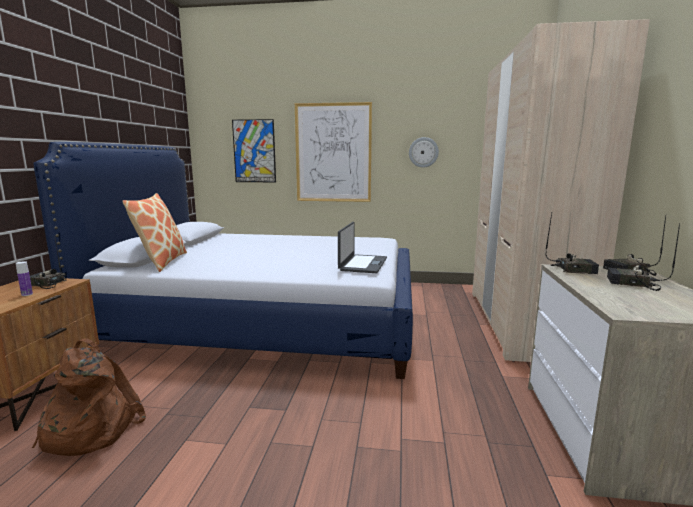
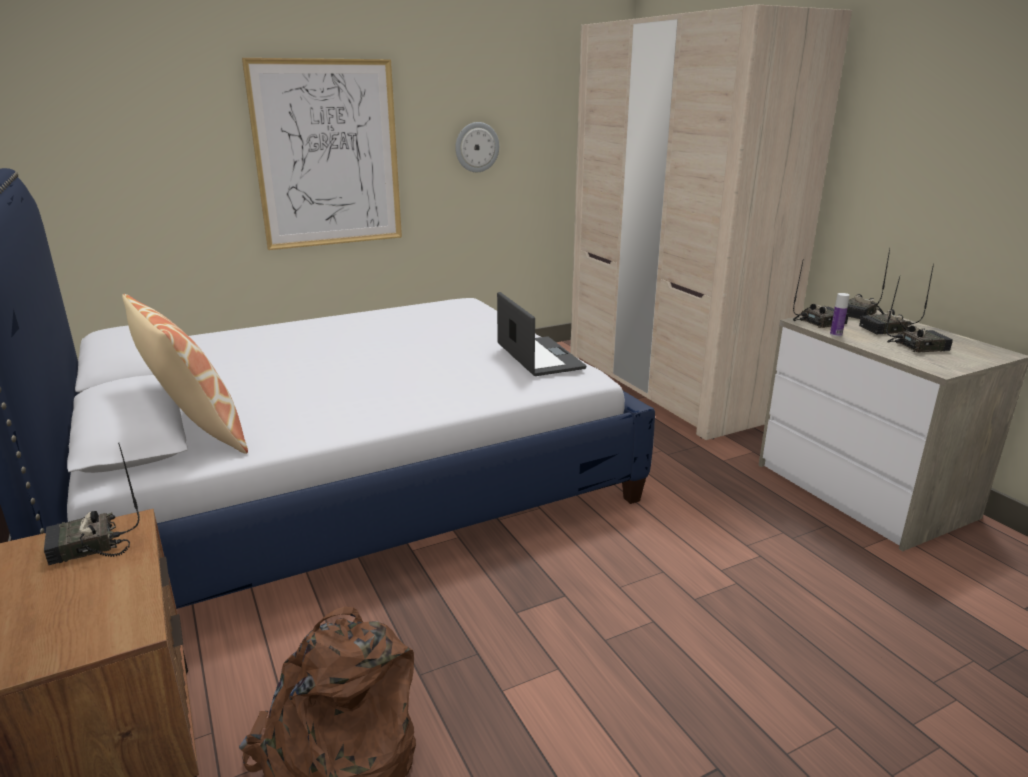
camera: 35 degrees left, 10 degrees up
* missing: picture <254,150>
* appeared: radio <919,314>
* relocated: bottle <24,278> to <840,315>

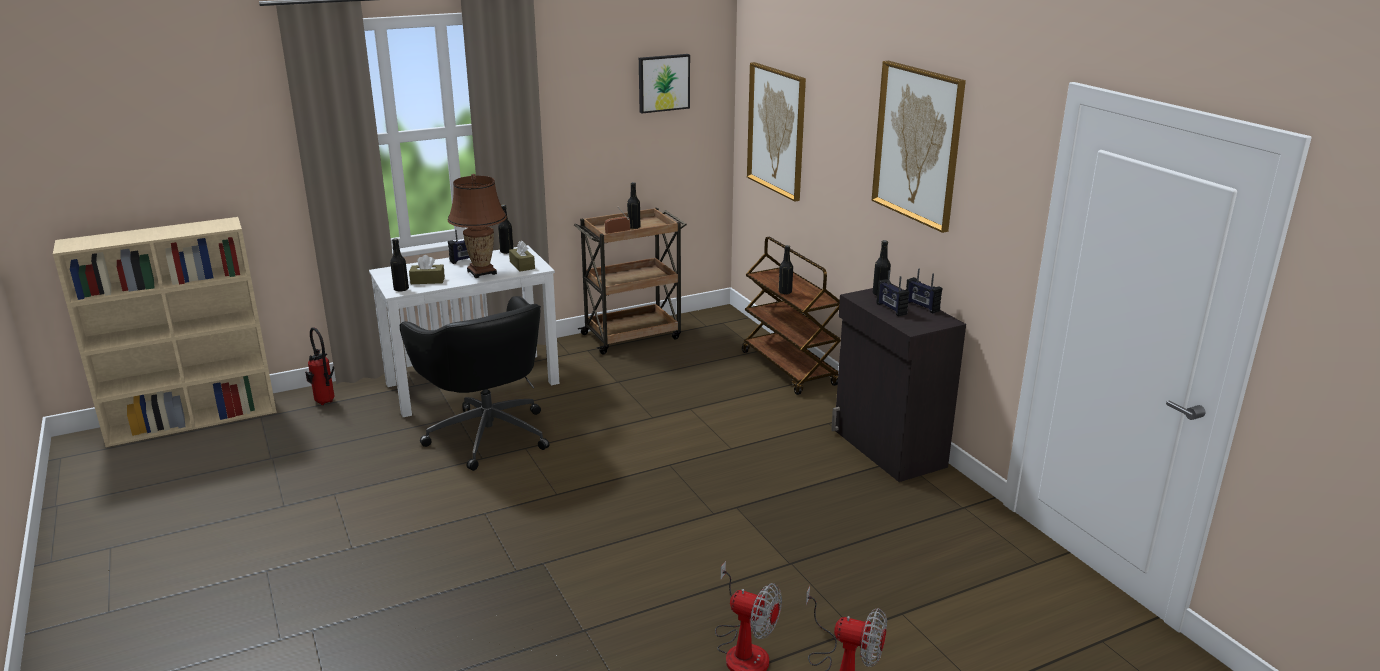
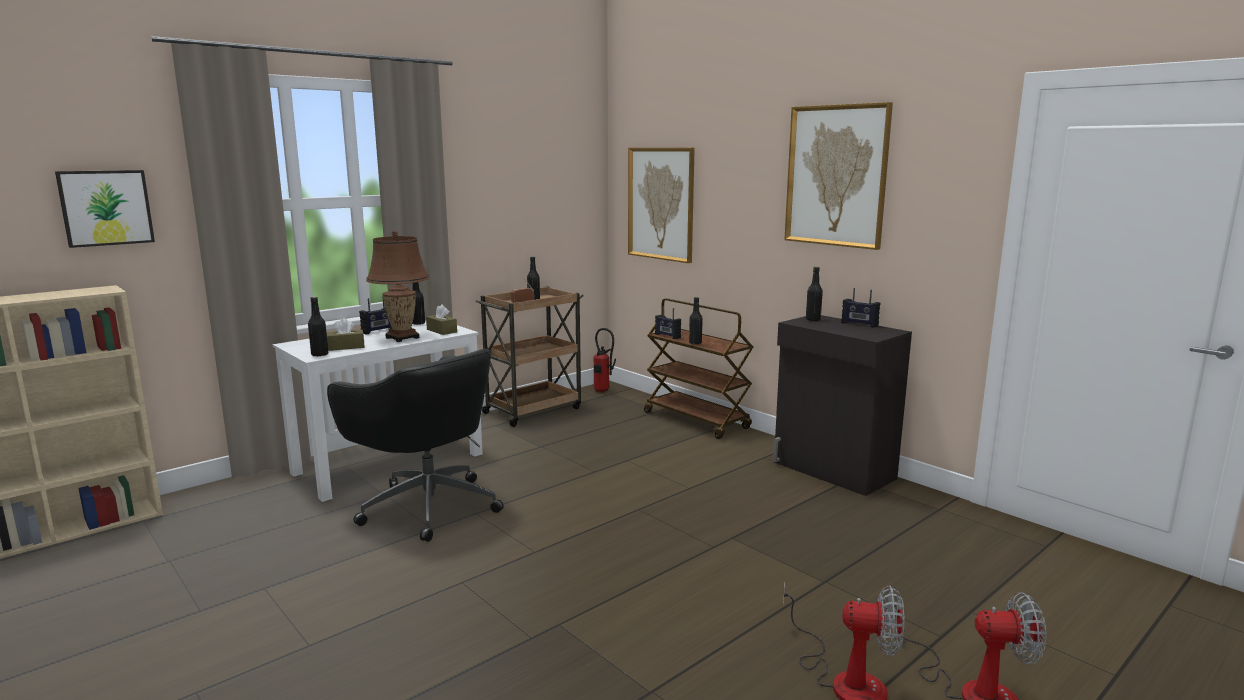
camera: 15 degrees left, 10 degrees down
* relocated: fire extinguisher <320,366> to <604,360>
* relocated: picture <664,83> to <105,209>
* relocated: radio <893,293> to <668,322>

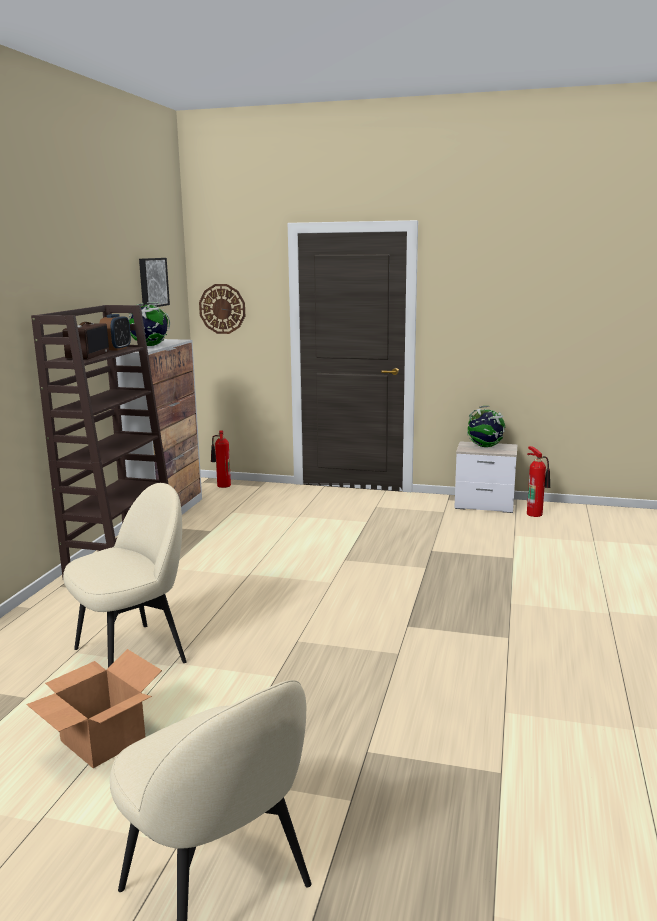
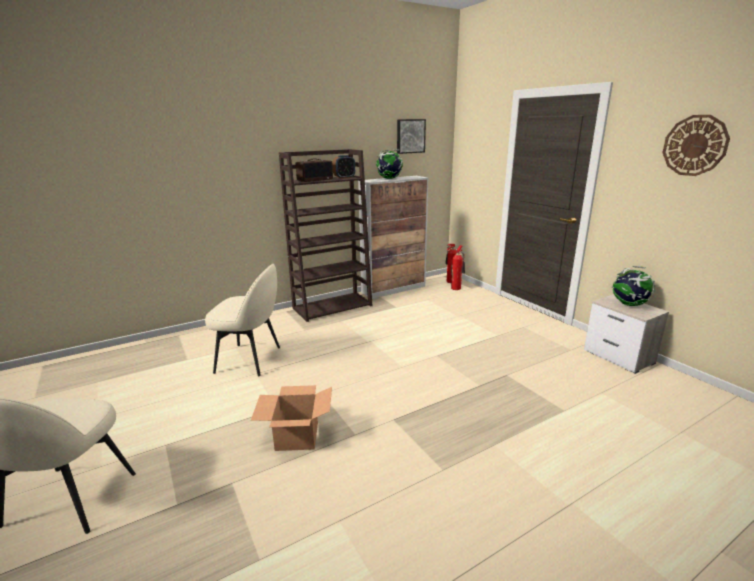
camera: 45 degrees right, 5 degrees up
* relocated: cardboard box <94,708> to <291,418>
* relocated: wall clock <222,309> to <696,145>
* relocated: fire extinguisher <538,481> to <458,267>

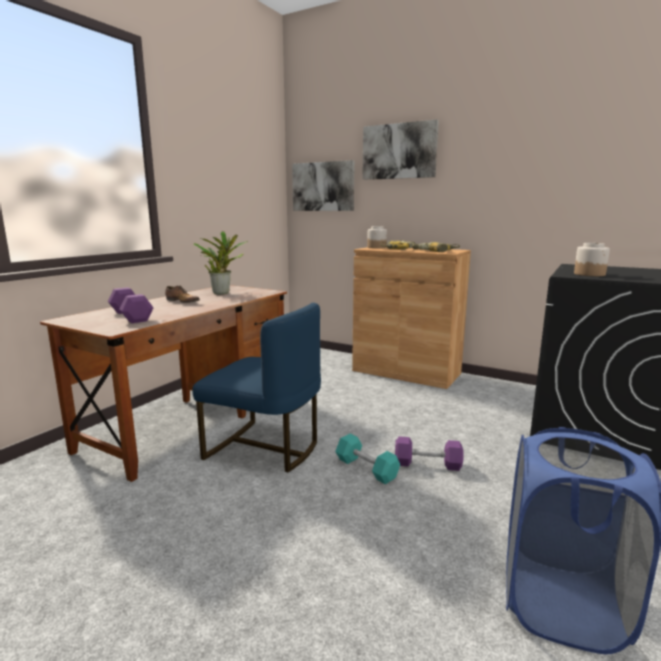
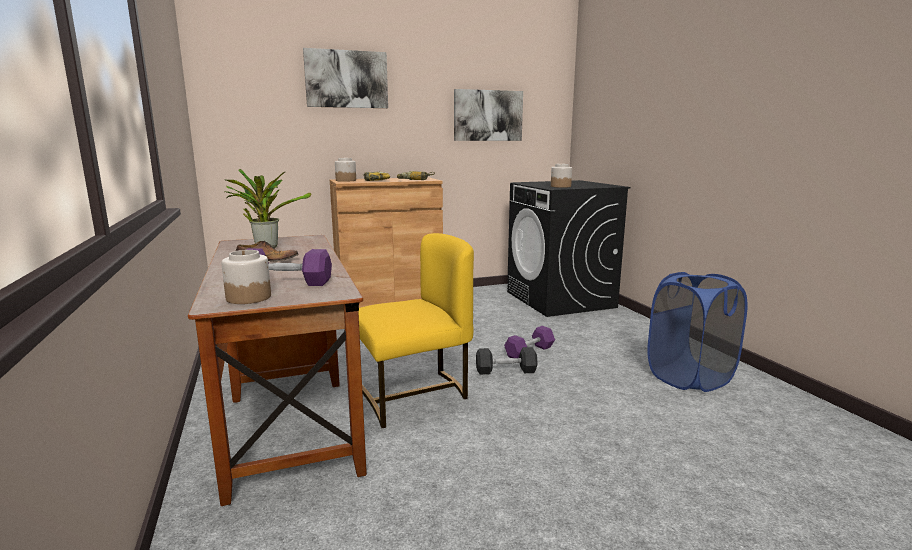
camera: 50 degrees left, 0 degrees up
* appeared: jar <246,277>
* relocated: picture <323,185> to <488,115>
* colour: blue chair <257,387> to yellow chair <416,330>
* colour: turquoise dumbbell <367,459> to grey dumbbell <507,361>

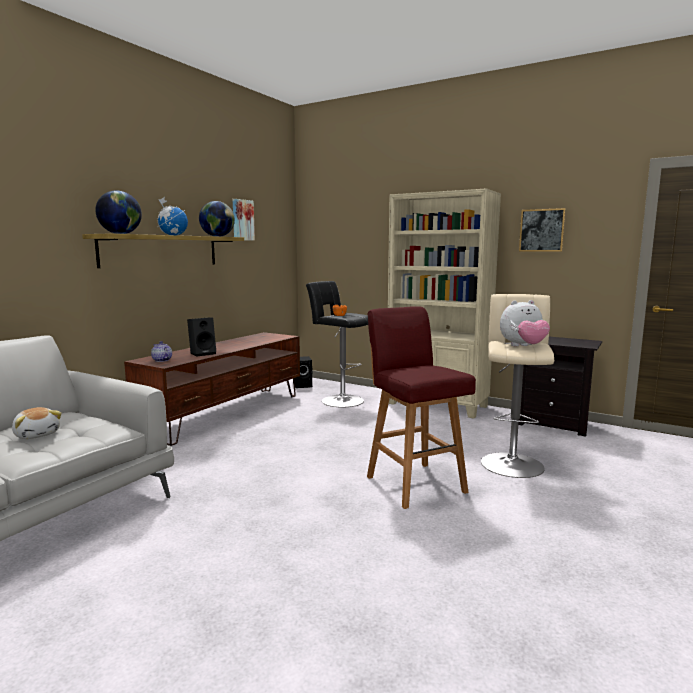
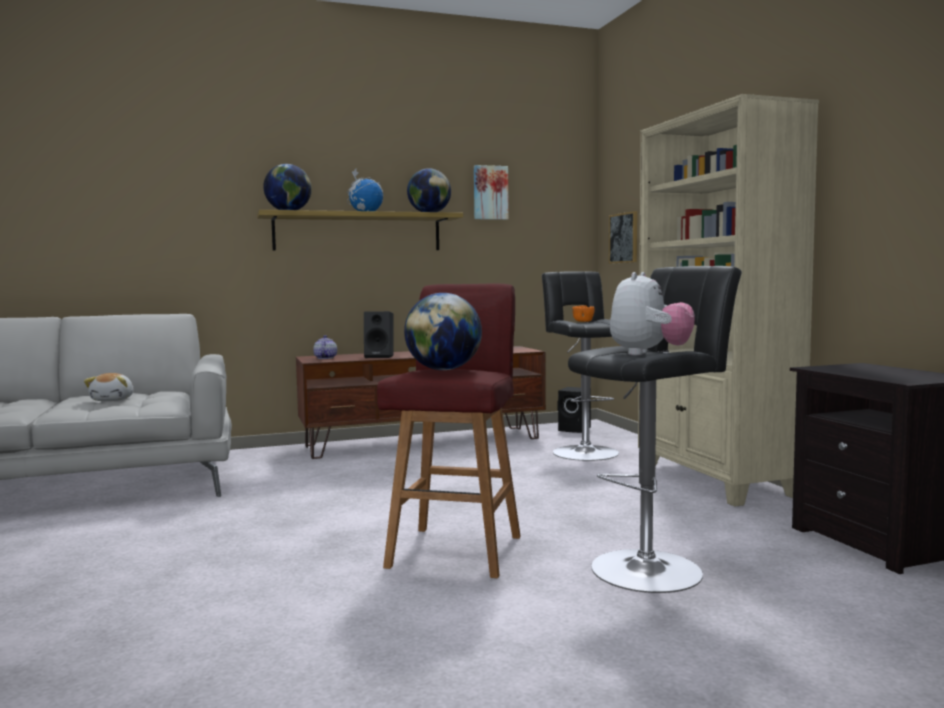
camera: 40 degrees right, 5 degrees down
* appeared: globe <443,331>
* relocated: picture <542,230> to <623,237>
* colour: beige stool <517,386> to black stool <655,429>
* spun: plush toy <525,323> = <652,313> 90 degrees counterclockwise

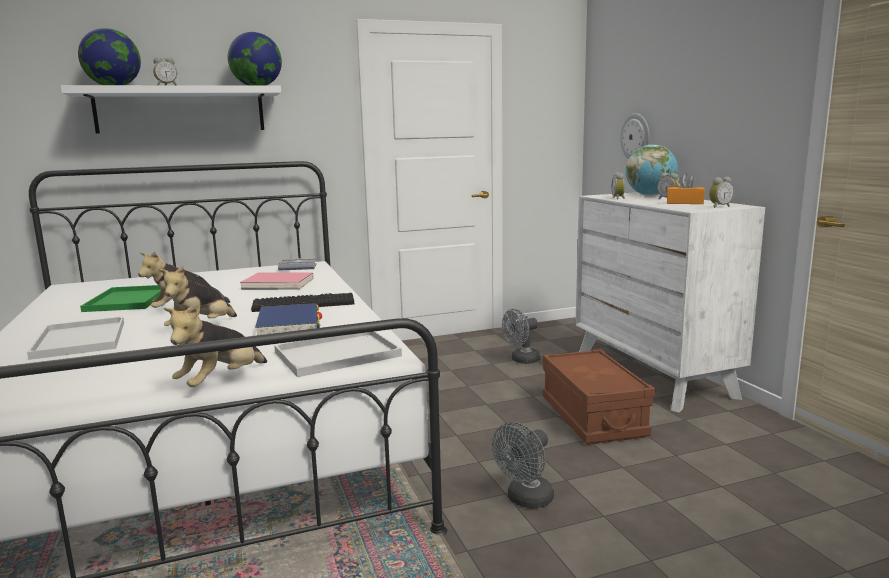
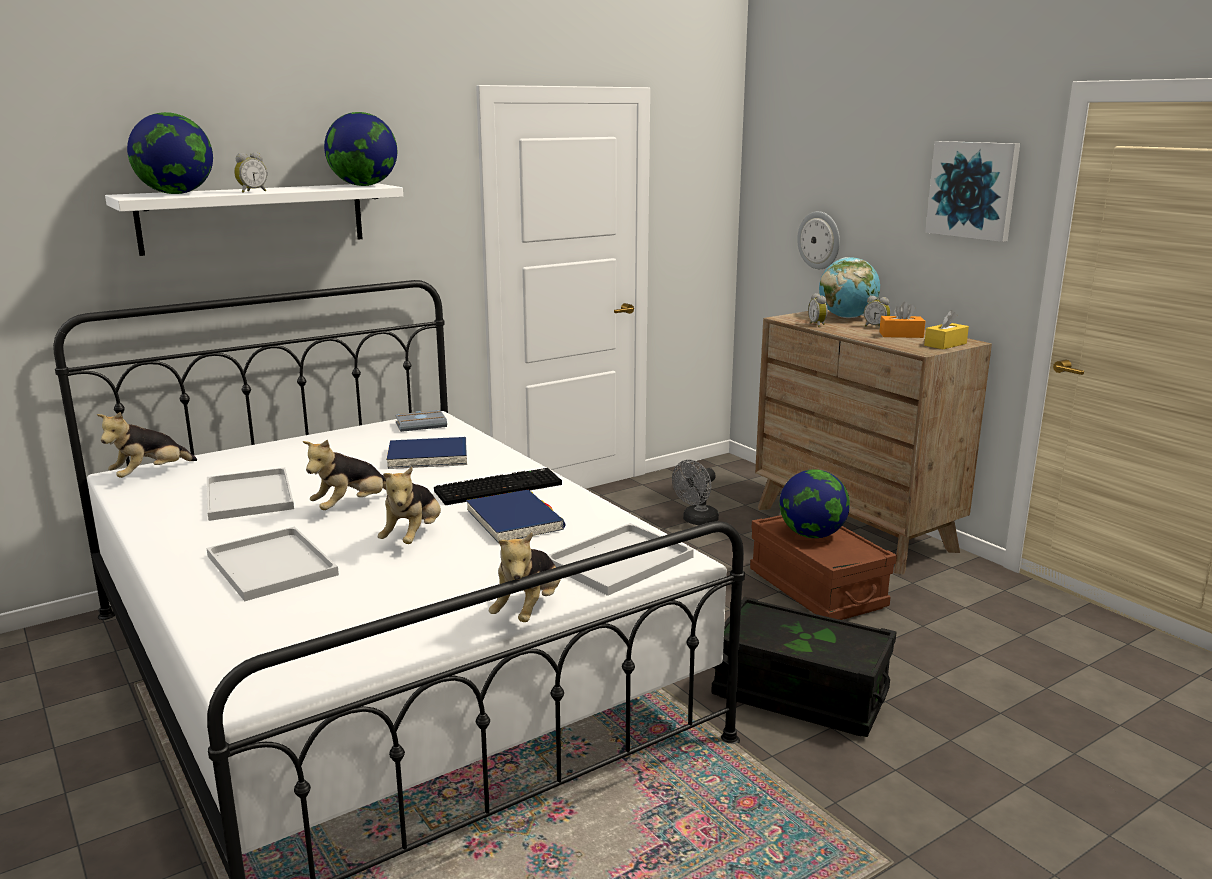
camera: 15 degrees left, 5 degrees up
* appeared: plush toy <147,445>
* appeared: globe <815,503>
* appeared: picture <972,191>
* exchanged: grey fan <523,465> to black storage box <804,667>
* exchanged: alarm clock <721,192> to yellow tissue box <946,329>
* colour: green tray <120,298> to white tray <250,494>
* colour: pink book <277,281> to blue book <427,453>
* colour: white dresser <670,302> to brown dresser <873,442>

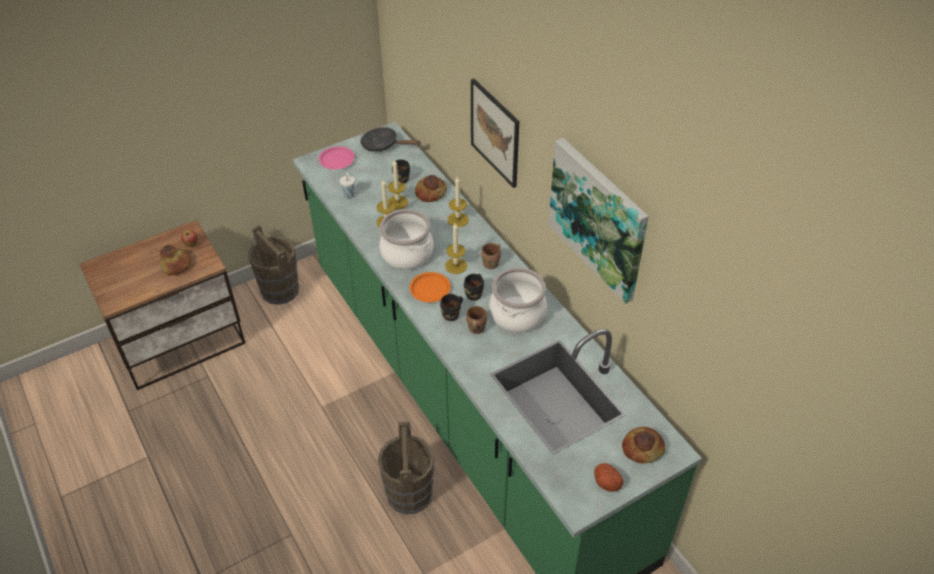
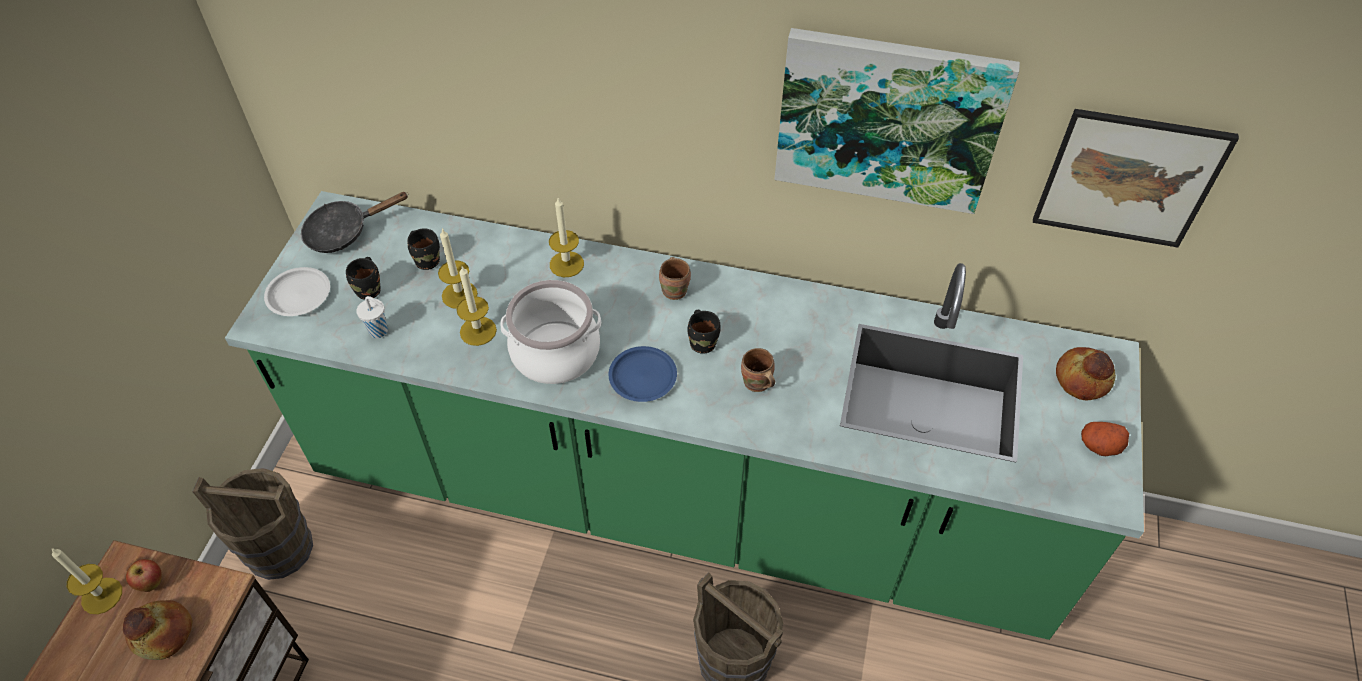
camera: 45 degrees left, 5 degrees up
* missing: bread <431,188>
* missing: cooking pot <518,299>
* relocated: black mug <451,307> to <363,278>
* relocated: candle <456,248> to <86,581>
* relocated: picture <495,133> to <1136,178>
* colour: pink plate <337,157> to white plate <297,291>
* colour: orange plate <430,287> to blue plate <642,374>

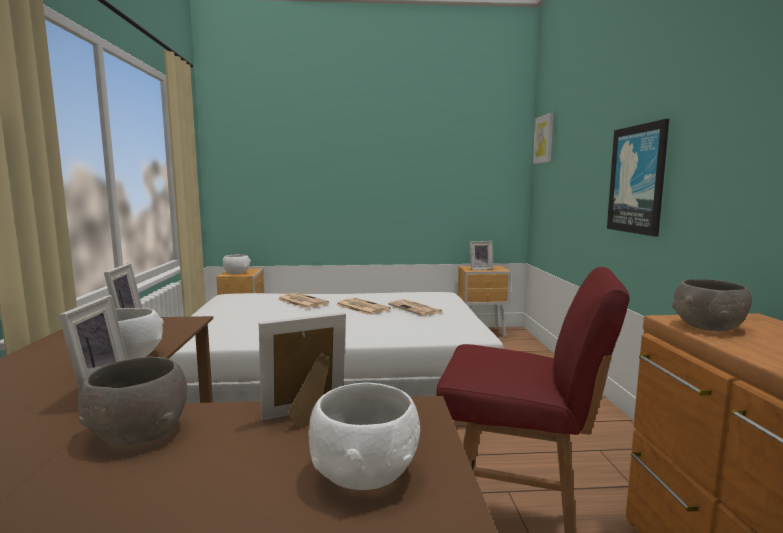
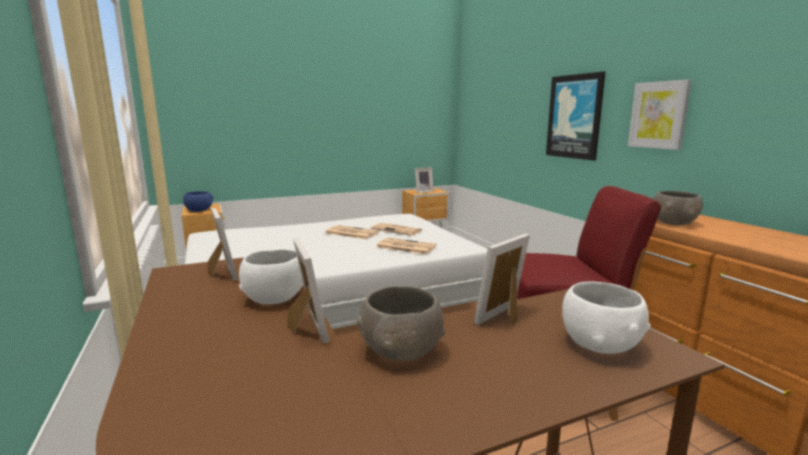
camera: 20 degrees left, 5 degrees up
* relocated: newspaper <303,300> to <407,246>
* relocated: picture <543,138> to <659,114>
* colour: white bowl <237,264> to blue bowl <198,201>

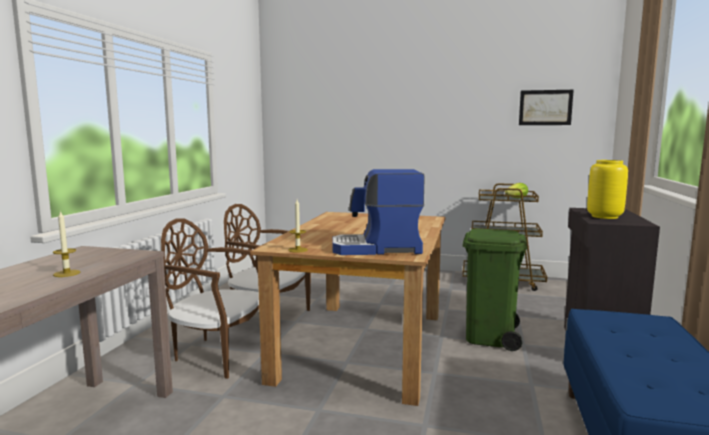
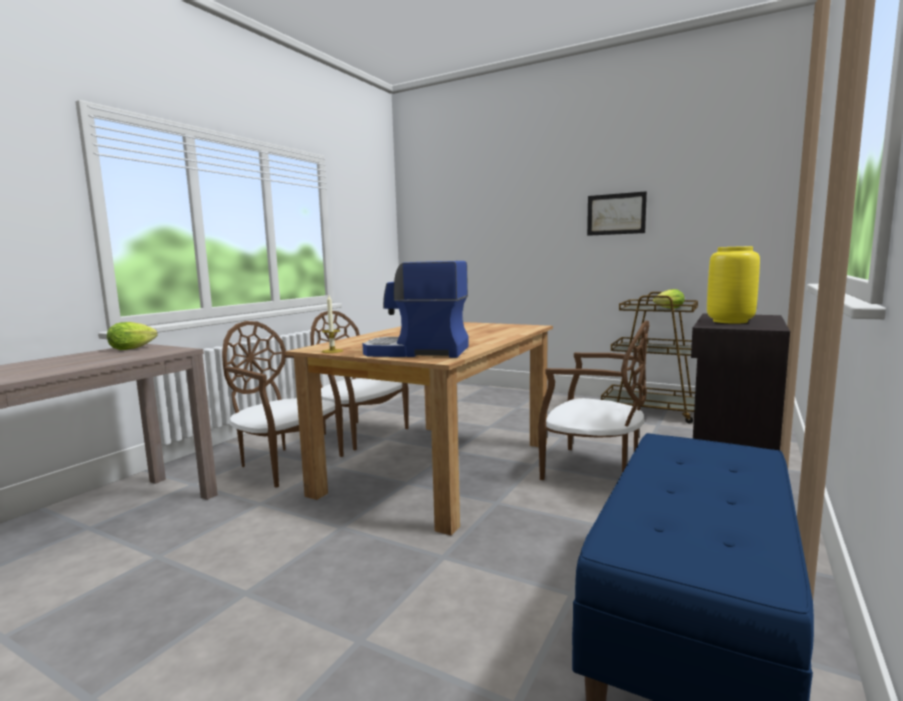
camera: 15 degrees right, 0 degrees up
* missing: candle <67,243>
* appeared: lettuce <132,336>
* relocated: picture <546,107> to <617,213>
* exchanged: green trash can <495,290> to brown chair <593,400>

